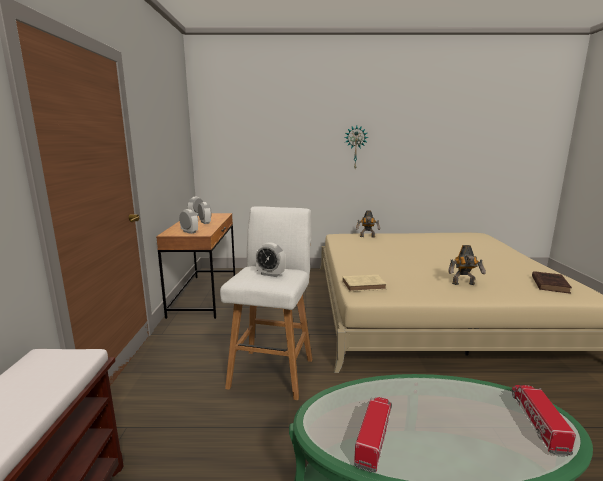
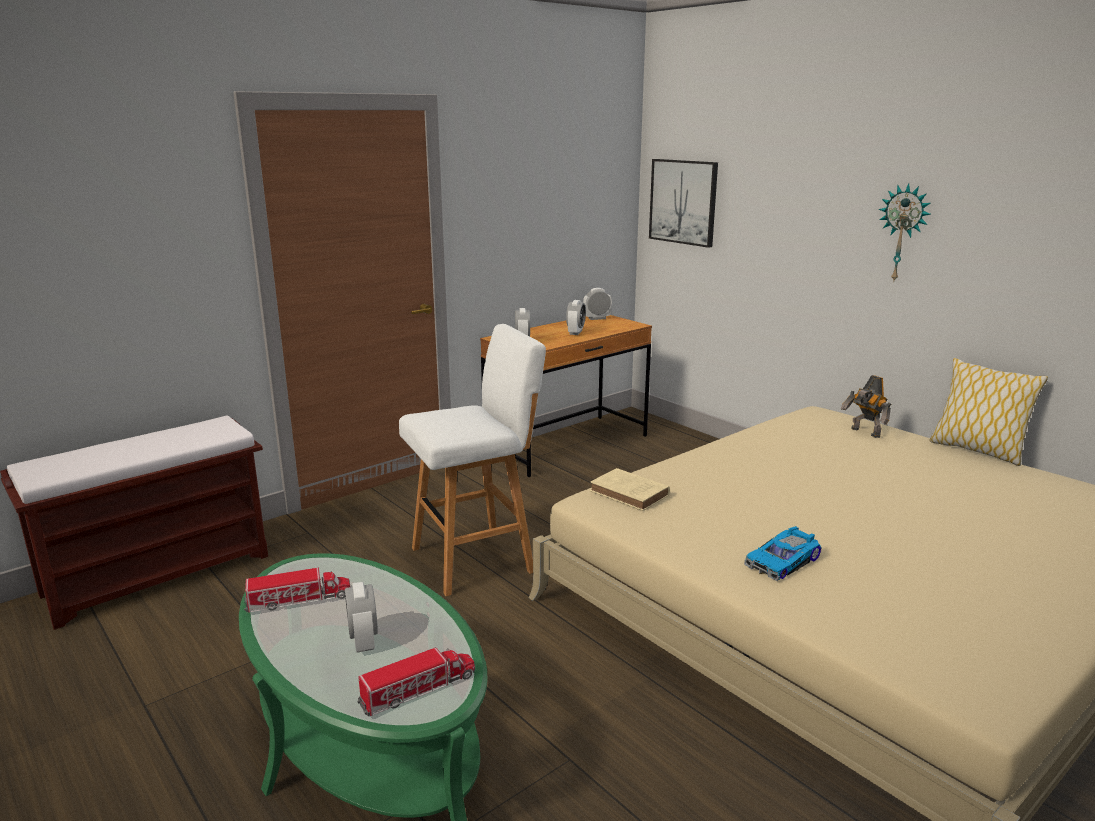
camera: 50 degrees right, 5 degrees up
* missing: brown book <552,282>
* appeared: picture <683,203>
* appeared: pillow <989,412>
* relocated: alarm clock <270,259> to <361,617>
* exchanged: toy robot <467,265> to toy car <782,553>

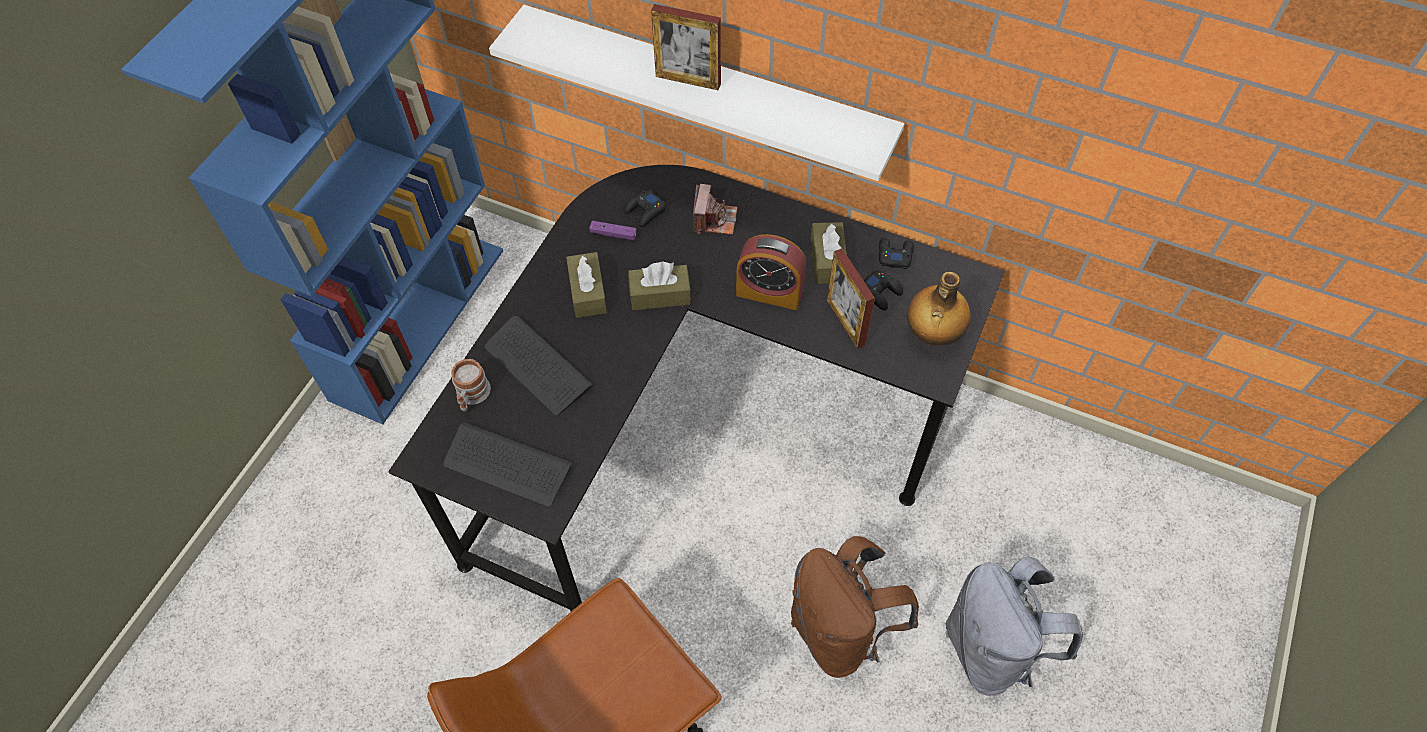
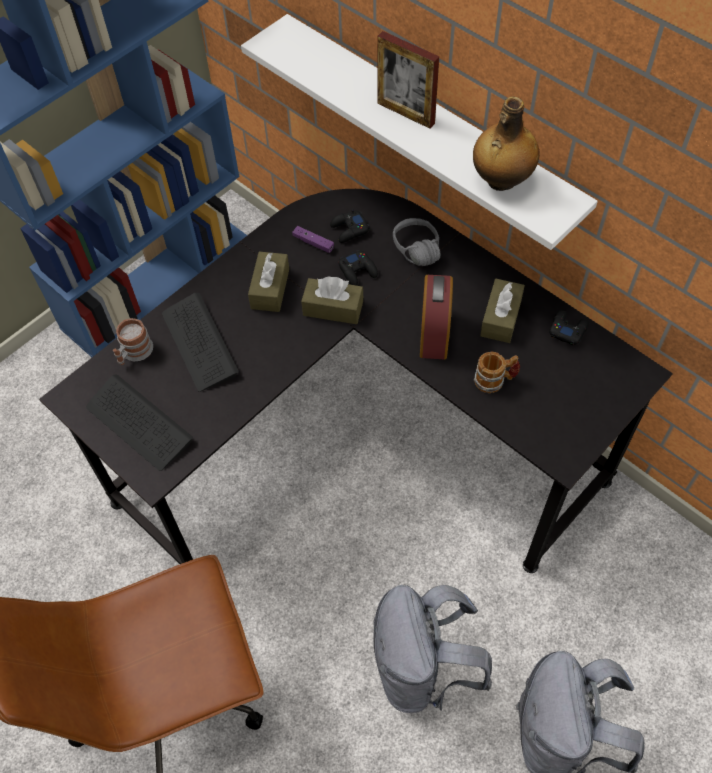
camera: 20 degrees right, 0 degrees up
* relocated: black game controller <883,290> to <358,268>
* relocated: bottle <939,309> to <506,143>
* exchanged: photo camera <715,209> to grey headphones <417,242>
* exchanged: picture frame <851,298> to mug <497,372>
* colour: brown backpack <855,607> to grey backpack <432,649>
* spun: alarm clock <771,272> = <436,317> 60 degrees clockwise

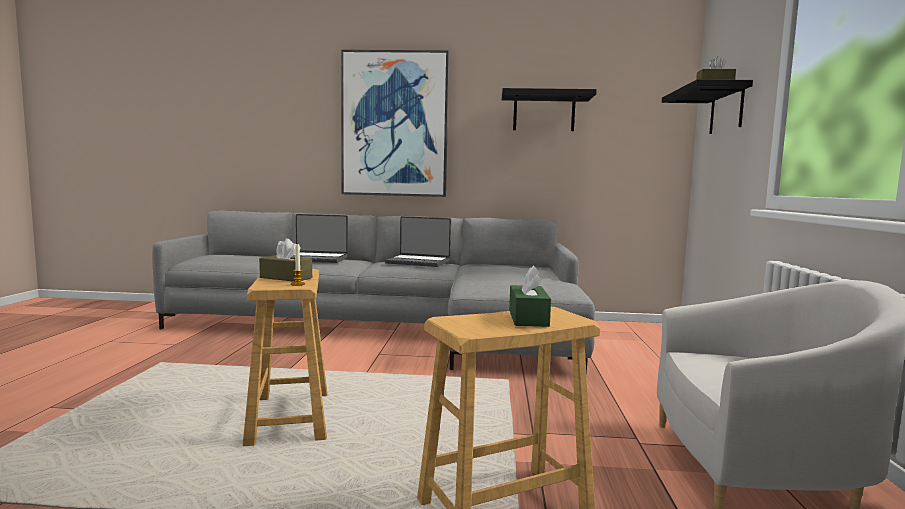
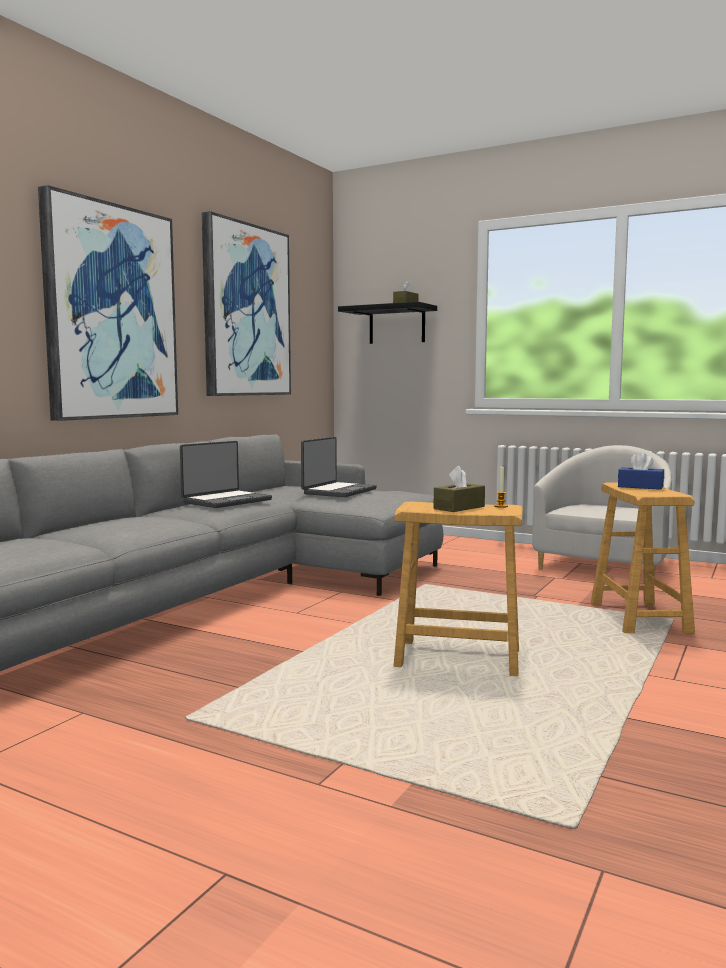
camera: 65 degrees left, 0 degrees up
* relocated: laptop <320,238> to <339,467>
* exchanged: black shelf <549,109> to picture <246,303>
* colour: green tissue box <530,296> to blue tissue box <641,471>

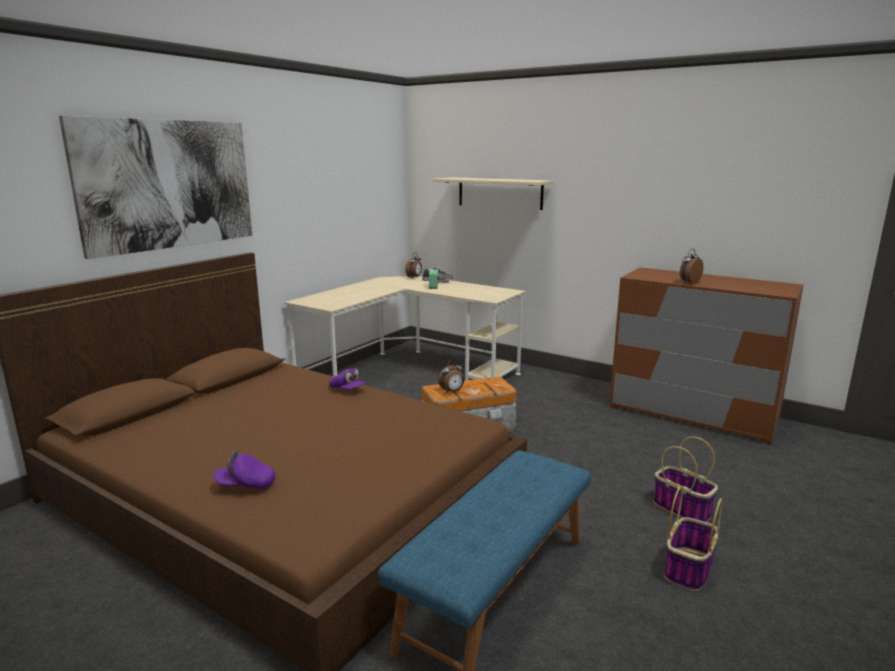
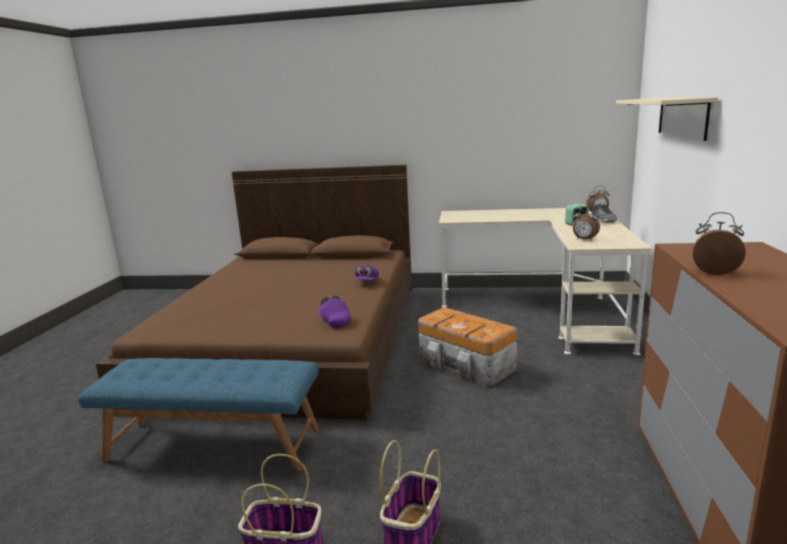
camera: 65 degrees right, 0 degrees up
* missing: picture <155,187>
* relocated: purple cap <244,469> to <334,311>
* relocated: alarm clock <451,376> to <586,223>

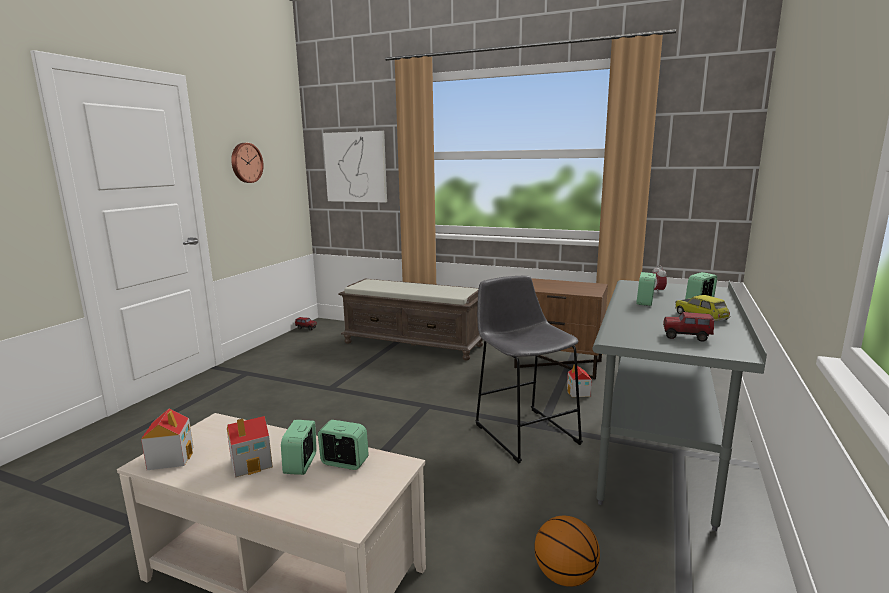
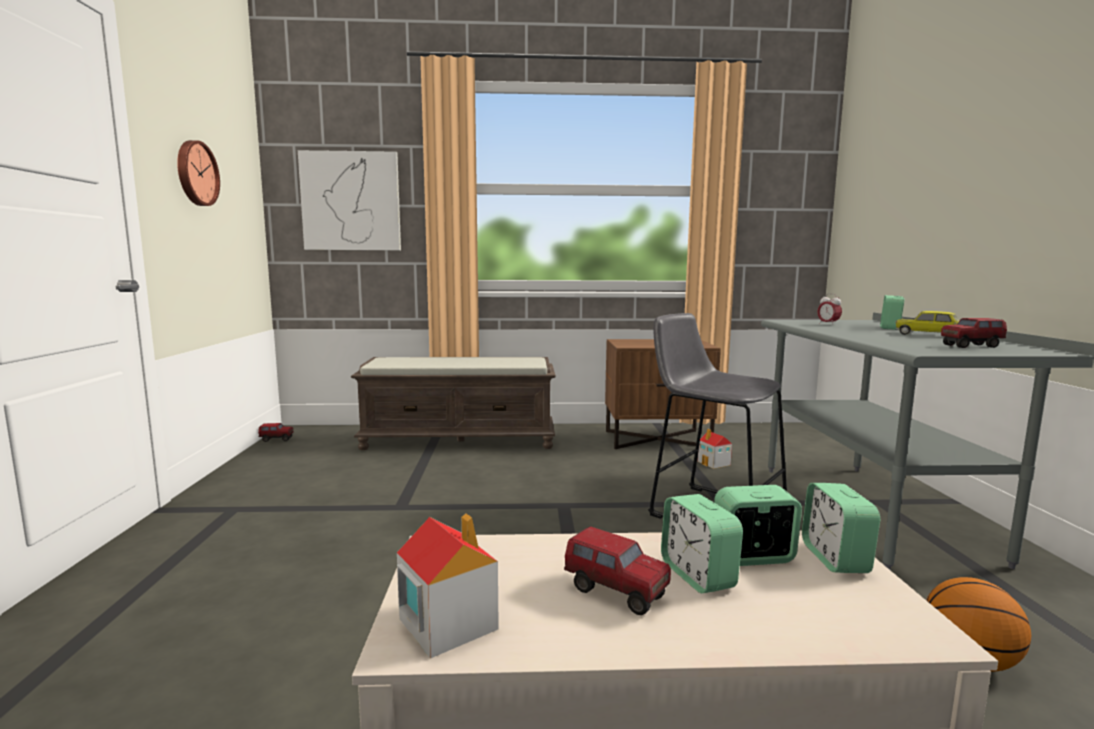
camera: 25 degrees left, 5 degrees down
* relocated: alarm clock <646,289> to <841,528>
* exchanged: toy house <250,447> to toy truck <617,570>

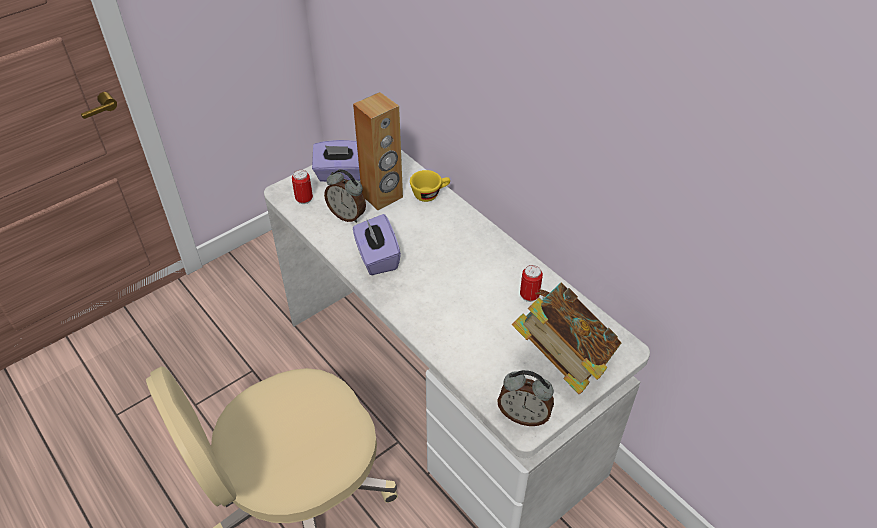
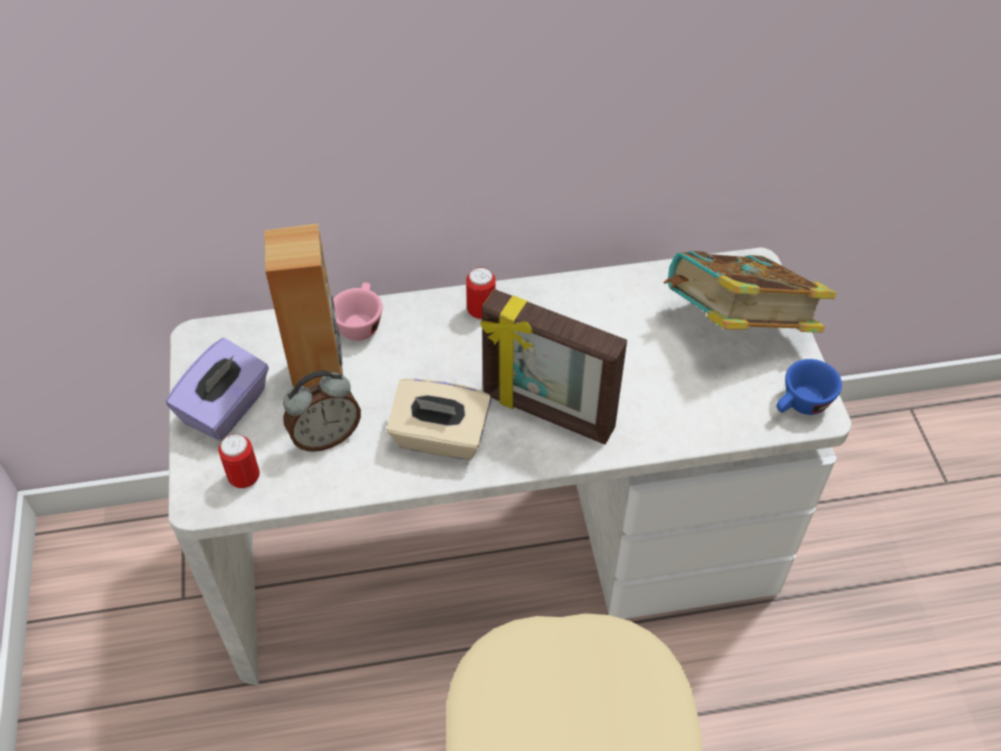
camera: 60 degrees left, 5 degrees up
* appeared: picture frame <553,367>
* relocated: can <531,283> to <481,293>
* exchanged: alarm clock <525,398> to blue cup <809,387>
* colour: purple tissue box <377,244> to beige tissue box <439,419>
* colour: yellow cup <430,186> to pink cup <358,311>

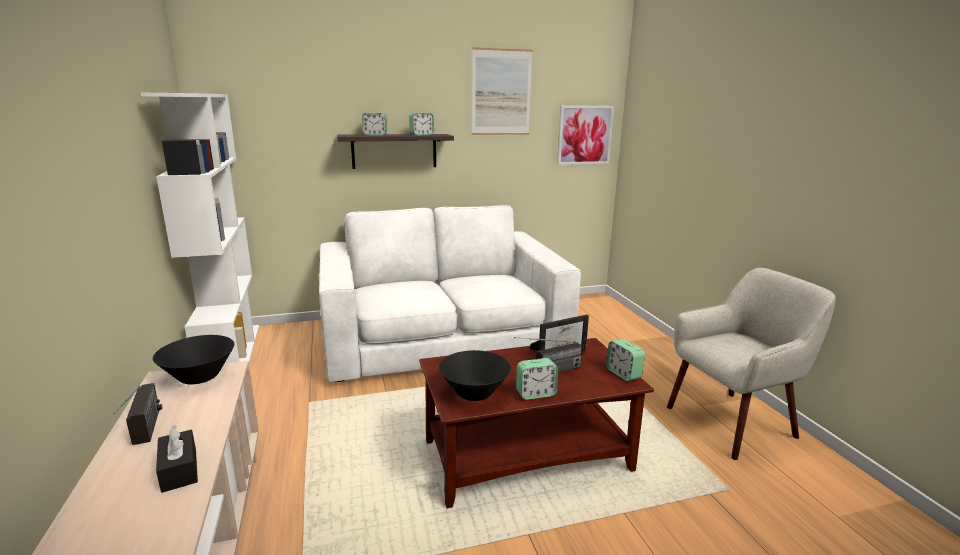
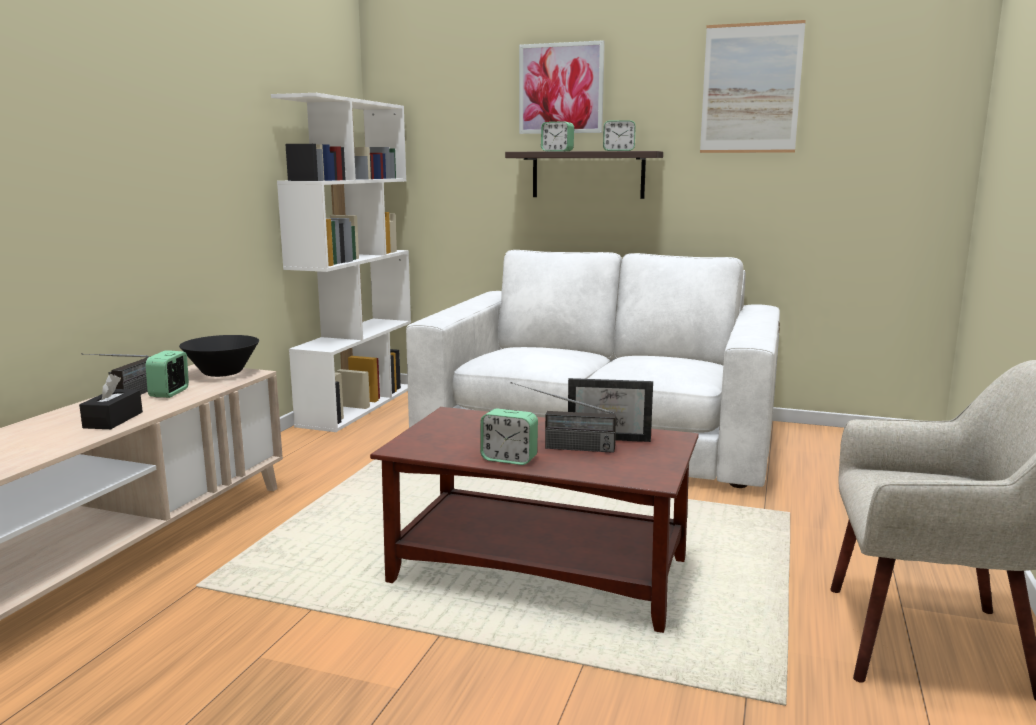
camera: 35 degrees right, 5 degrees down
* missing: black bowl <475,375>
* relocated: picture <585,135> to <562,87>
* relocated: alarm clock <625,360> to <167,374>

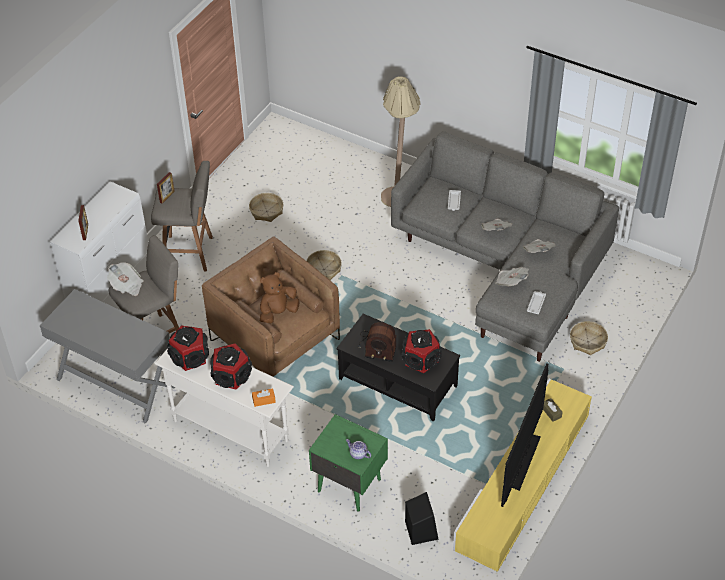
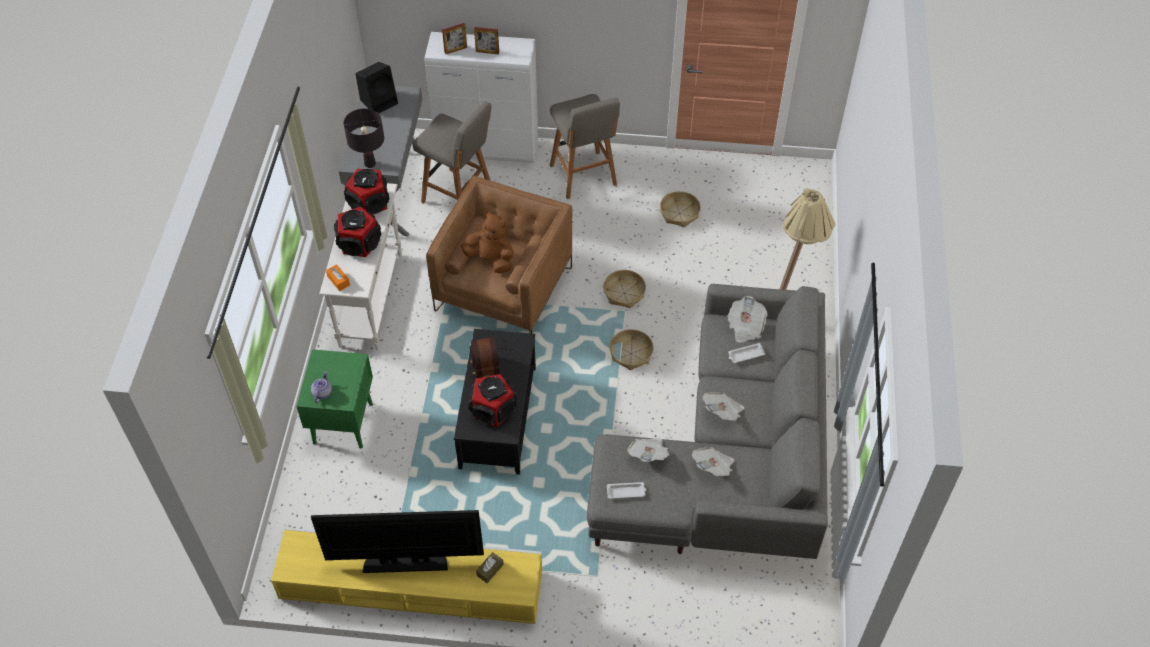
camera: 65 degrees right, 5 degrees up
* appeared: black table lamp <364,138>
* relocated: newspaper <125,279> to <747,319>
* relocated: picture frame <166,187> to <486,40>
* relocated: black speaker <422,518> to <377,88>
* relocated: basket <589,338> to <632,349>

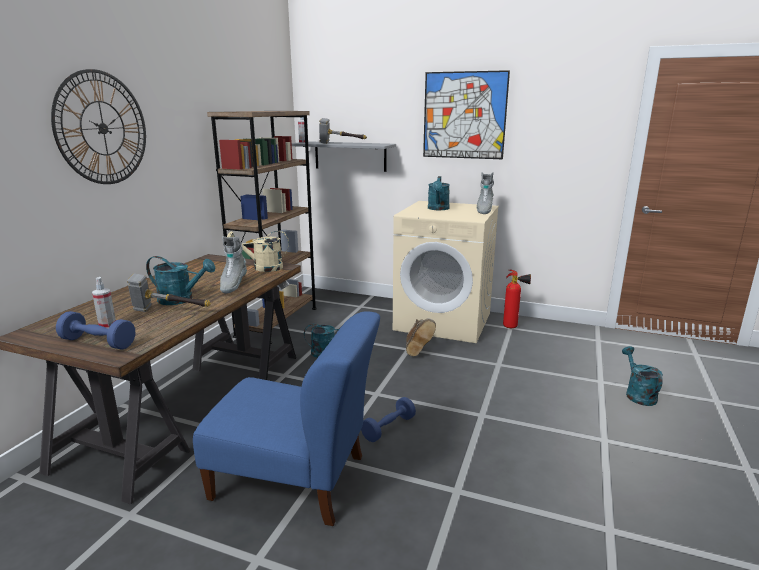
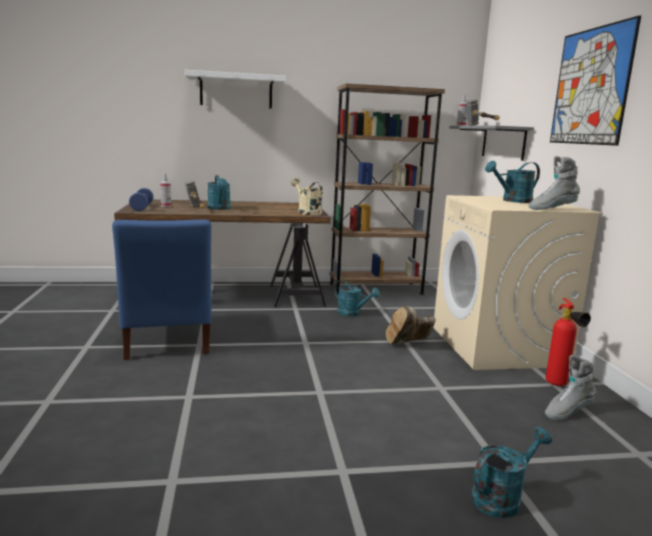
camera: 60 degrees right, 5 degrees down
* missing: blue dumbbell <388,419>
* relocated: grey boot <233,264> to <570,387>
* exchanged: wall clock <98,126> to white shelf <235,89>

